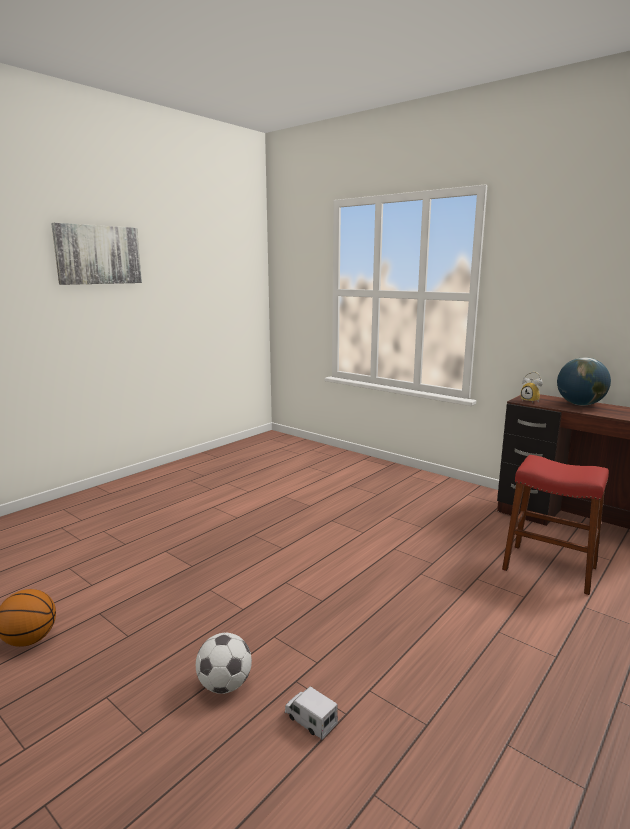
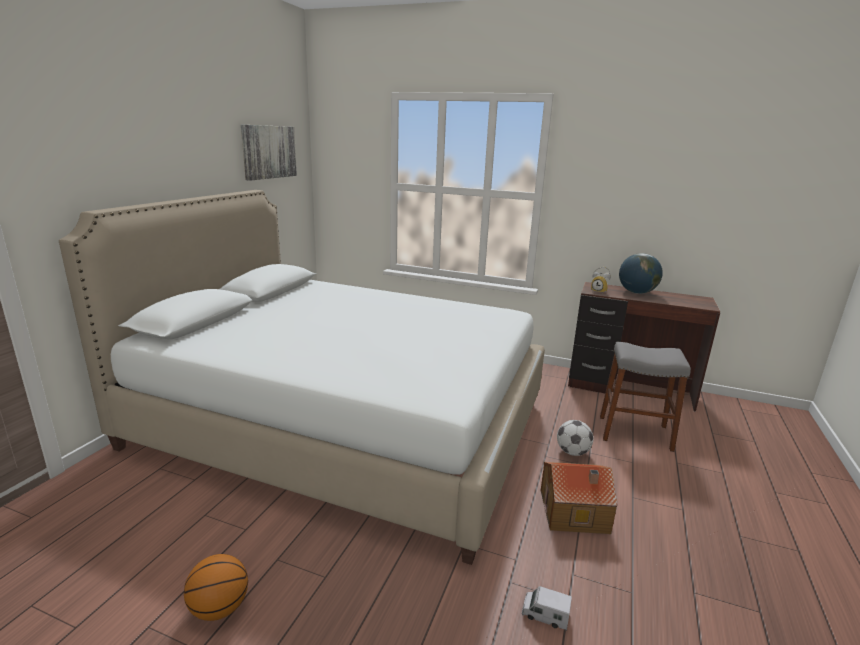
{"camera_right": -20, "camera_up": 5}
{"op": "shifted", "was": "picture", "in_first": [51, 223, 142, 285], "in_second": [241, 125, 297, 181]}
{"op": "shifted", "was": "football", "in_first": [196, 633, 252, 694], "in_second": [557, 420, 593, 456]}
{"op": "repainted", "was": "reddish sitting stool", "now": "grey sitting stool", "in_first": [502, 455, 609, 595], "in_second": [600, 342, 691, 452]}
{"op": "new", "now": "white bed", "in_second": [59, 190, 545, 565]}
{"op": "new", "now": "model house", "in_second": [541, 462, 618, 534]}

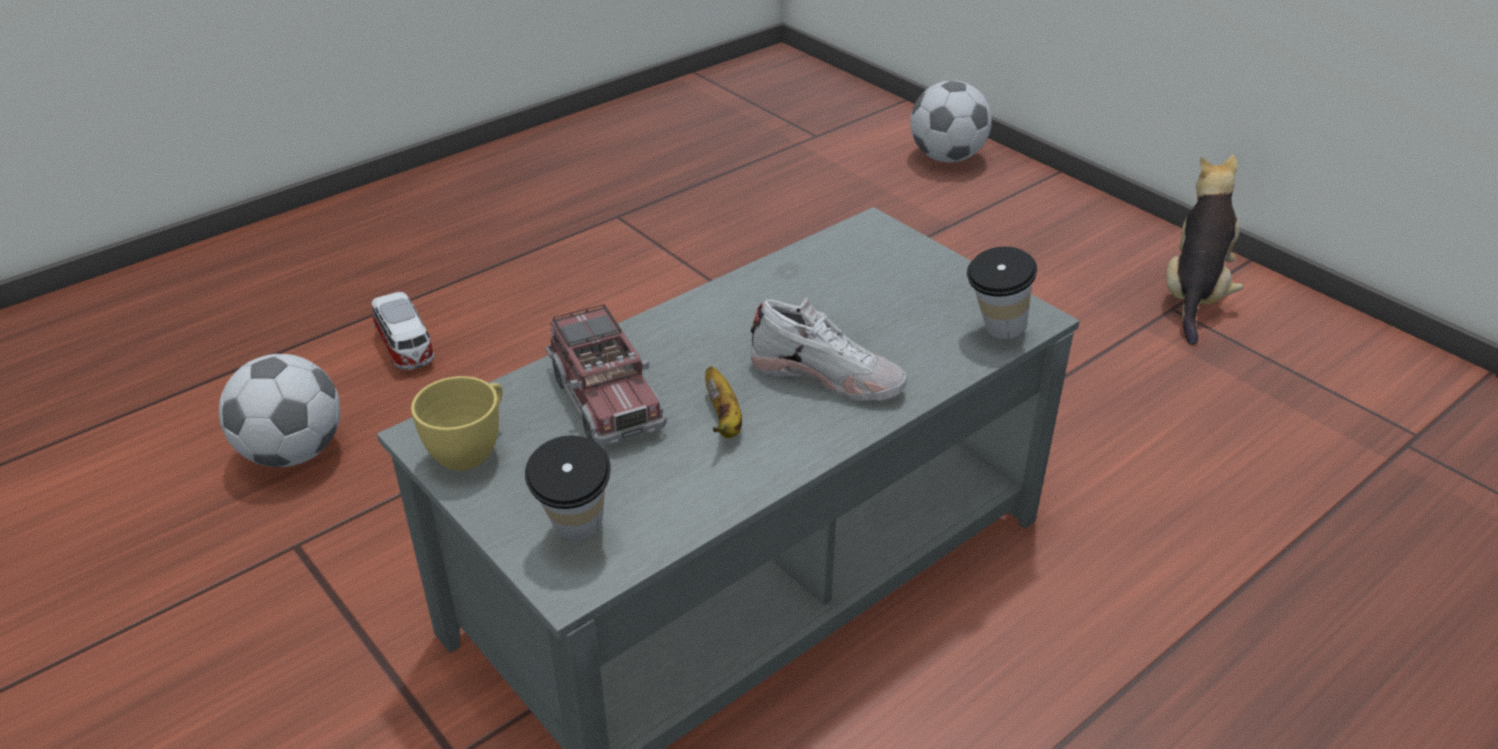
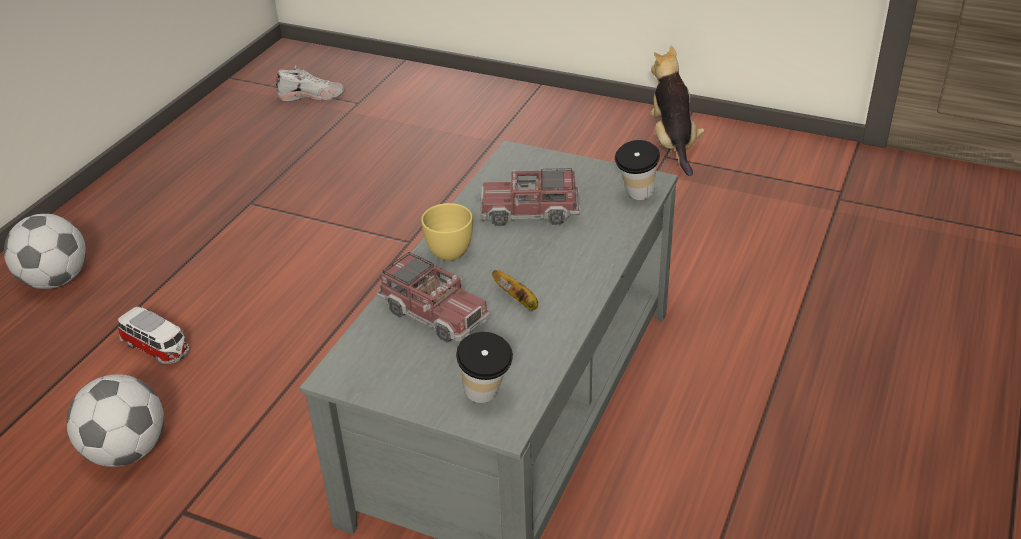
{"camera_right": -25, "camera_up": 0}
{"op": "shifted", "was": "yellowish cup", "in_first": [411, 376, 502, 471], "in_second": [421, 203, 473, 261]}
{"op": "shifted", "was": "white low shoe", "in_first": [751, 298, 907, 401], "in_second": [276, 65, 344, 101]}
{"op": "shifted", "was": "football", "in_first": [910, 80, 992, 162], "in_second": [4, 214, 86, 289]}
{"op": "new", "now": "toy truck", "in_second": [480, 168, 580, 226]}

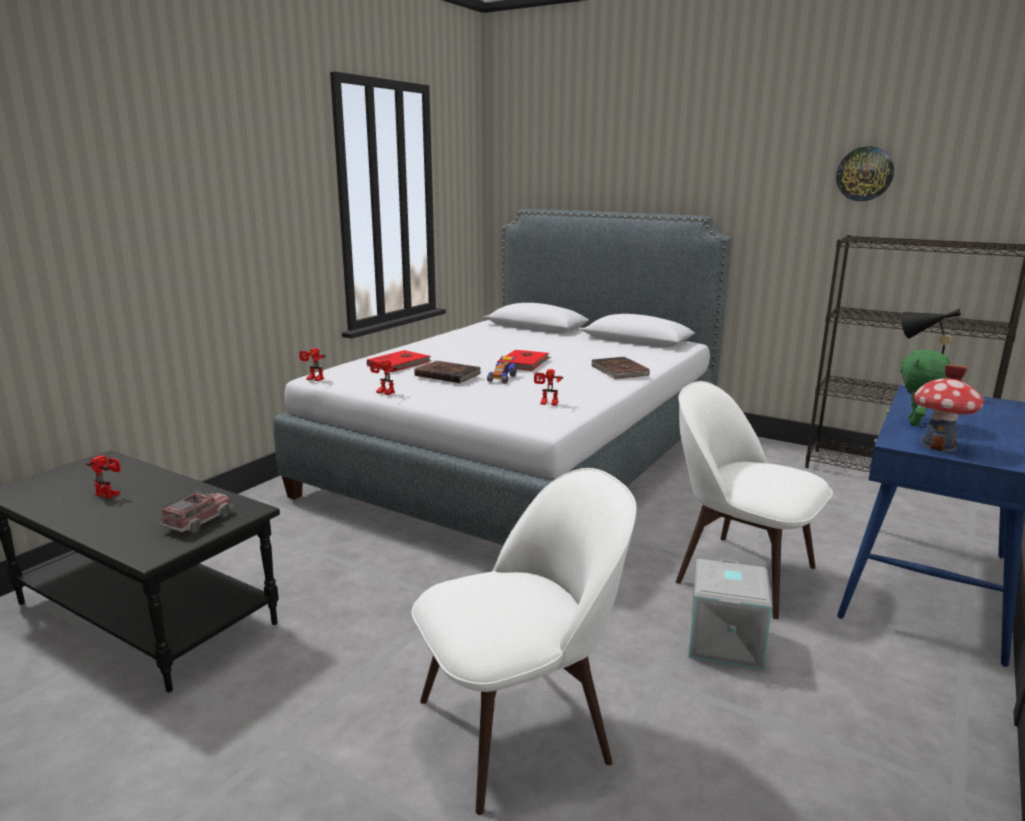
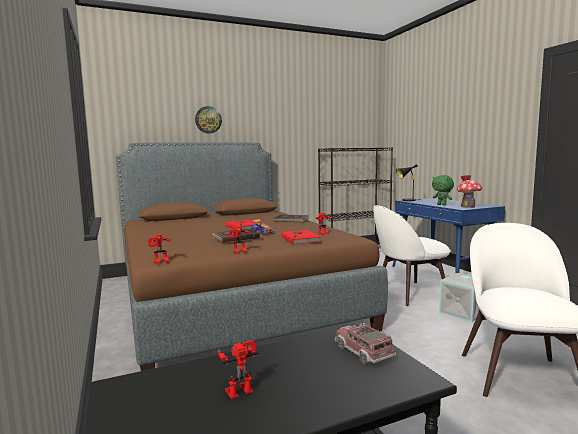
{"camera_right": -55, "camera_up": -10}
{"op": "repainted", "was": "grey bed", "now": "brownish bed", "in_first": [273, 209, 732, 545], "in_second": [116, 142, 388, 371]}
{"op": "shifted", "was": "reddish volume", "in_first": [367, 350, 433, 372], "in_second": [281, 230, 321, 244]}
{"op": "shifted", "was": "wall clock", "in_first": [836, 146, 894, 201], "in_second": [195, 106, 222, 134]}

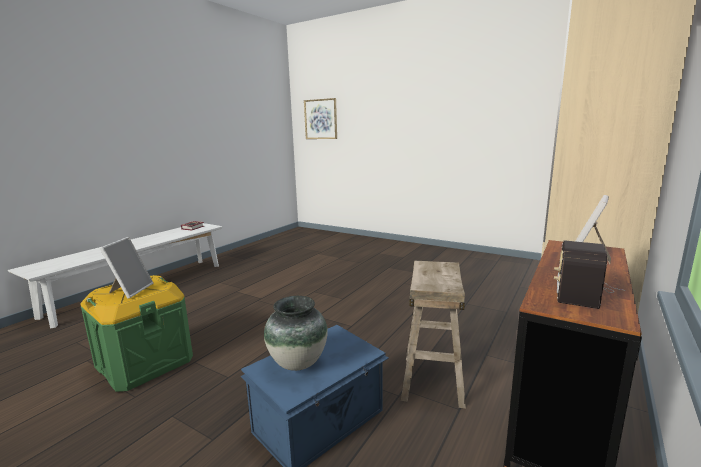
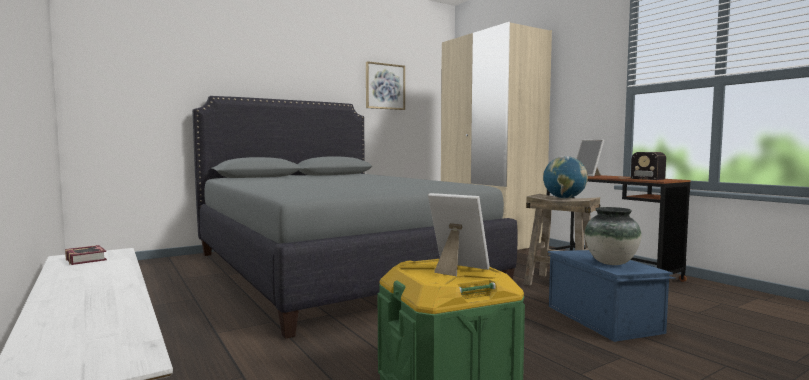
{"camera_right": -65, "camera_up": -10}
{"op": "shifted", "was": "picture", "in_first": [304, 98, 337, 139], "in_second": [366, 61, 405, 110]}
{"op": "new", "now": "grey bed", "in_second": [192, 96, 517, 339]}
{"op": "new", "now": "globe", "in_second": [543, 156, 588, 199]}

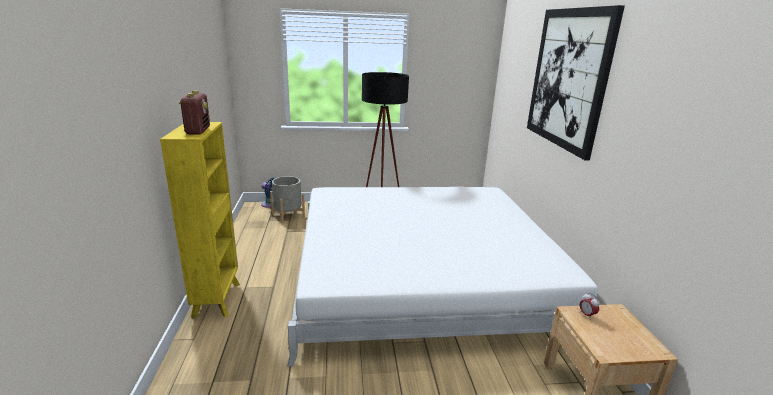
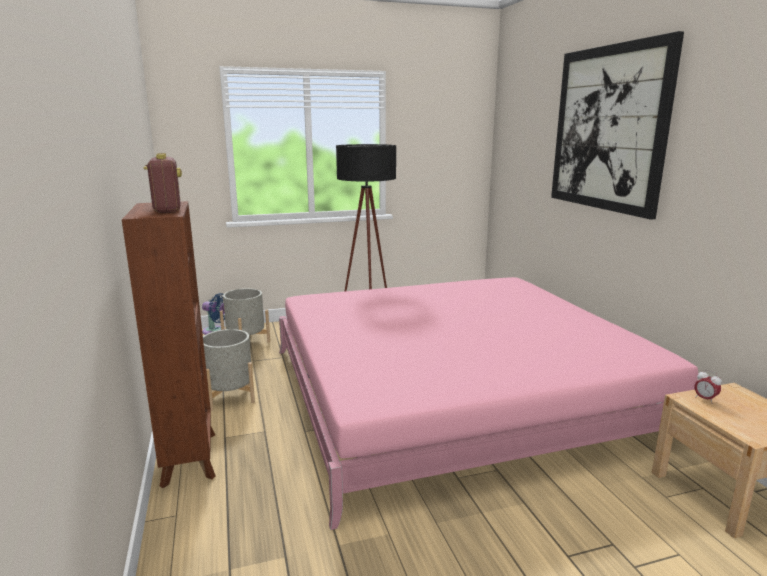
{"camera_right": -10, "camera_up": -5}
{"op": "repainted", "was": "yellowish bookshelf", "now": "brownish bookshelf", "in_first": [160, 122, 240, 318], "in_second": [122, 201, 216, 488]}
{"op": "repainted", "was": "white bed", "now": "pink bed", "in_first": [288, 187, 598, 367], "in_second": [279, 277, 698, 530]}
{"op": "new", "now": "grey plant pot", "in_second": [203, 329, 255, 411]}

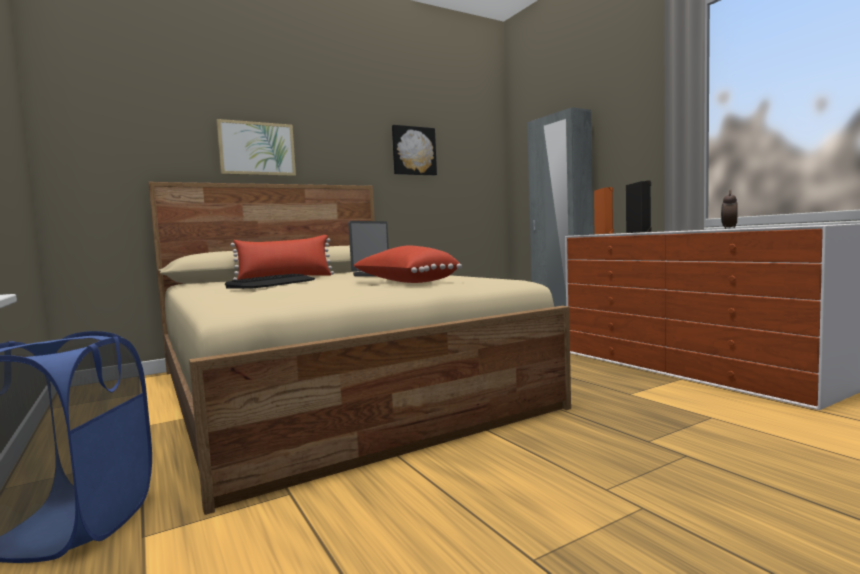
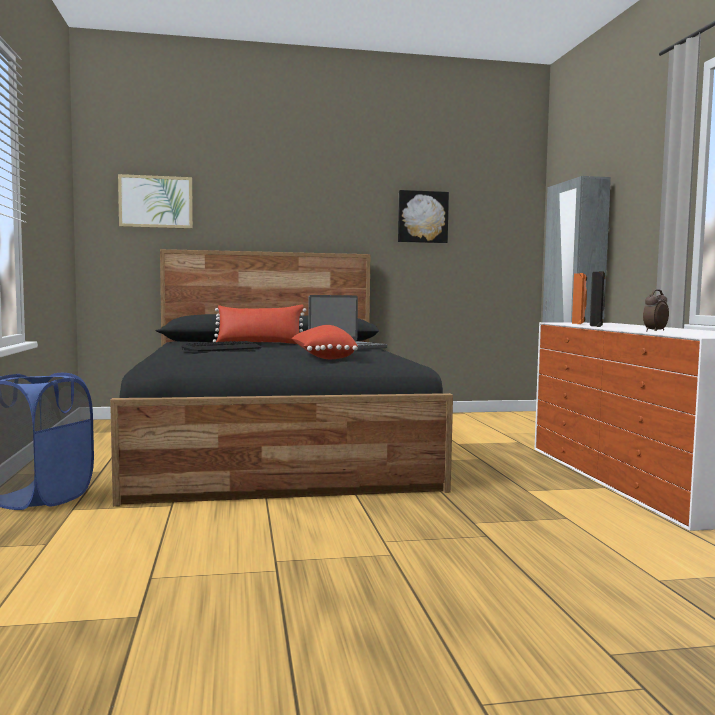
{"camera_right": 20, "camera_up": 0}
{"op": "repainted", "was": "beige bed", "now": "black bed", "in_first": [148, 182, 571, 515], "in_second": [110, 249, 453, 506]}
{"op": "shifted", "was": "picture", "in_first": [216, 119, 296, 176], "in_second": [118, 174, 193, 229]}

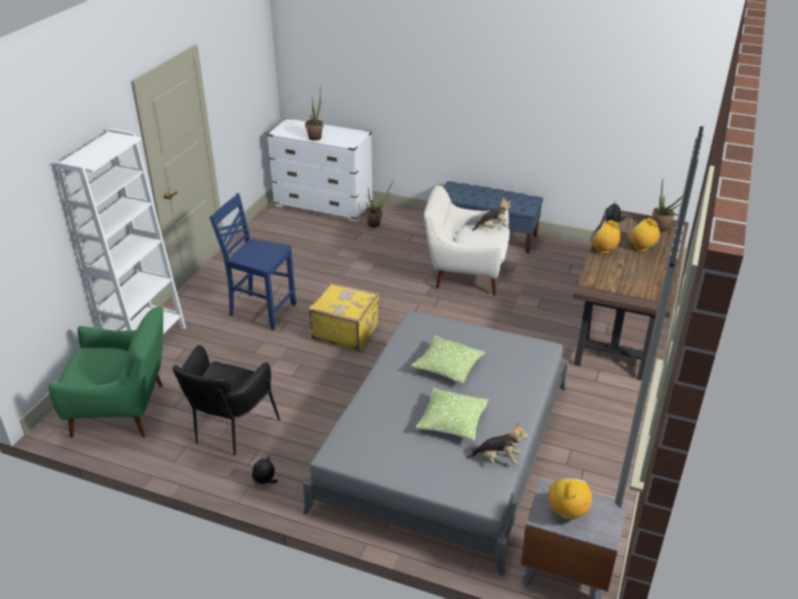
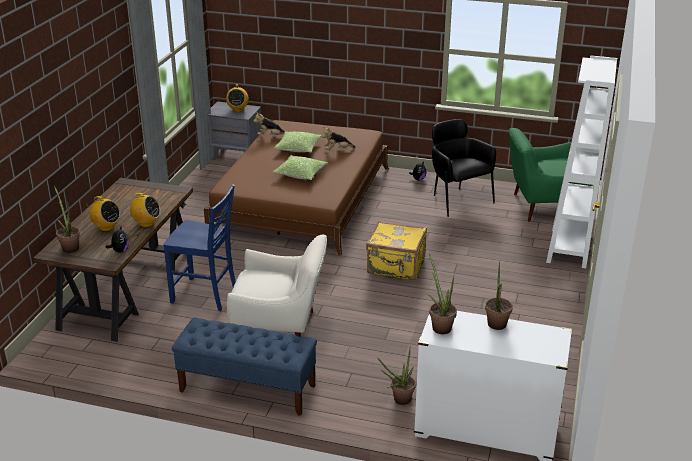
{"camera_right": 175, "camera_up": -5}
{"op": "rotated", "was": "black armchair", "in_first": [173, 345, 280, 455], "in_second": [432, 119, 496, 217], "clockwise": -45}
{"op": "shifted", "was": "bluish plain chair", "in_first": [210, 193, 296, 330], "in_second": [163, 184, 236, 311]}
{"op": "repainted", "was": "grey bed", "now": "brownish bed", "in_first": [303, 311, 568, 577], "in_second": [204, 120, 389, 256]}
{"op": "shifted", "was": "soft toy", "in_first": [472, 197, 511, 231], "in_second": [322, 127, 355, 150]}
{"op": "new", "now": "potted plant", "in_second": [427, 254, 457, 334]}

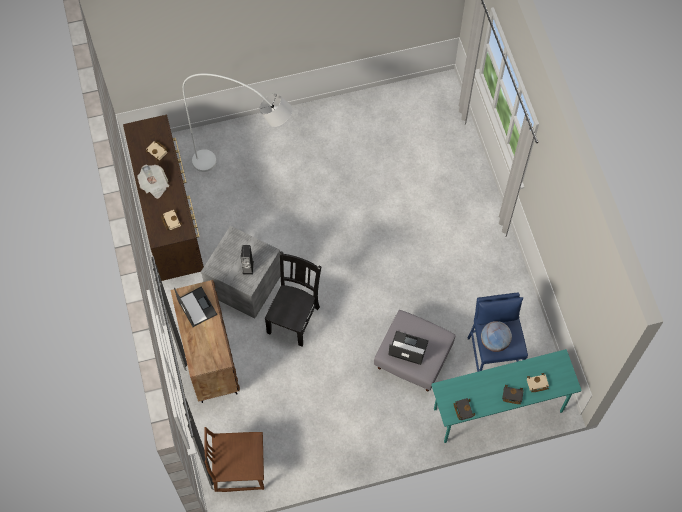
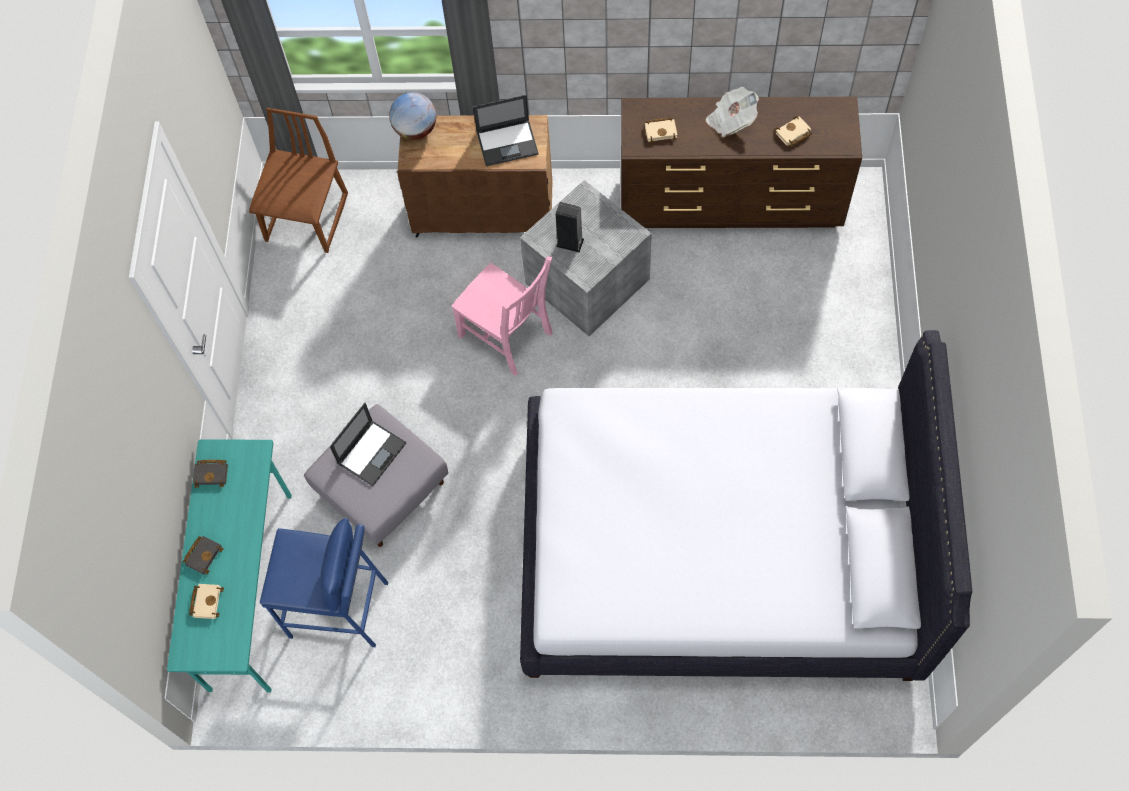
{"camera_right": 110, "camera_up": 0}
{"op": "gone", "was": "white standard lamp", "in_first": [183, 73, 293, 172]}
{"op": "repainted", "was": "black plain chair", "now": "pink plain chair", "in_first": [265, 251, 321, 347], "in_second": [451, 256, 553, 376]}
{"op": "shifted", "was": "globe", "in_first": [481, 321, 512, 352], "in_second": [389, 92, 436, 140]}
{"op": "new", "now": "white bed", "in_second": [520, 330, 972, 681]}

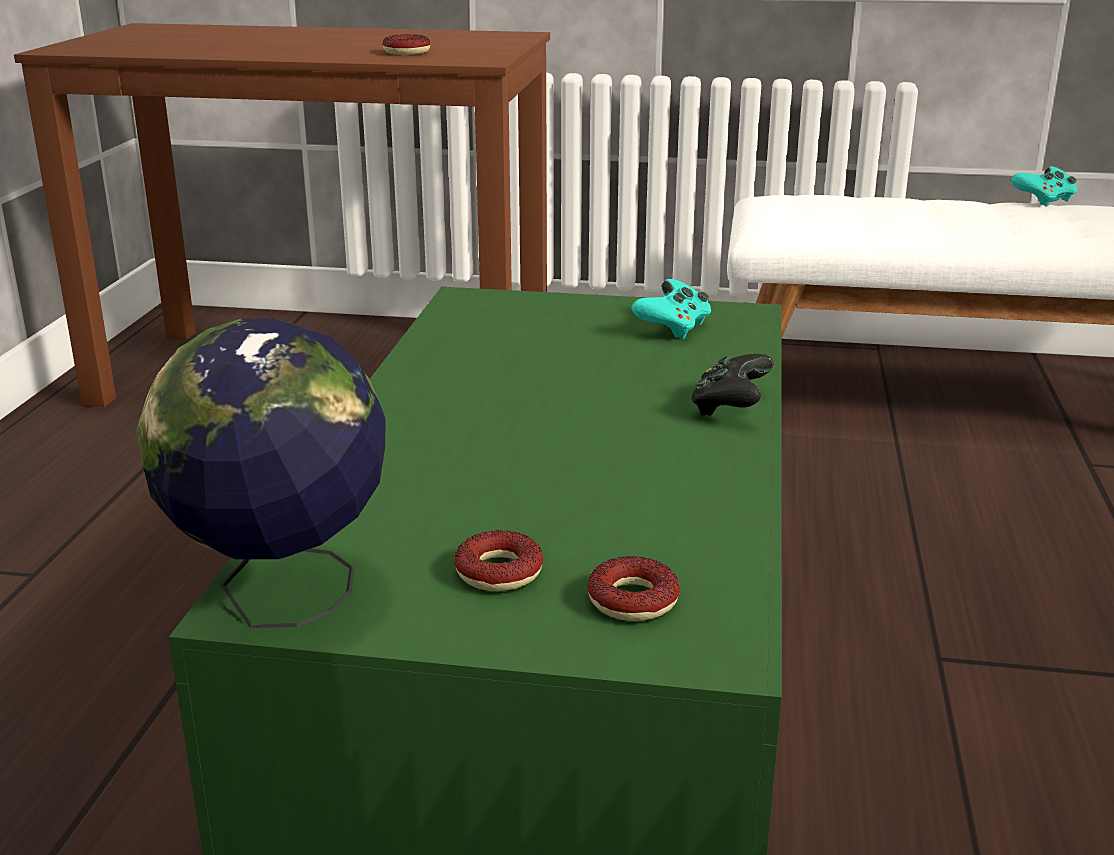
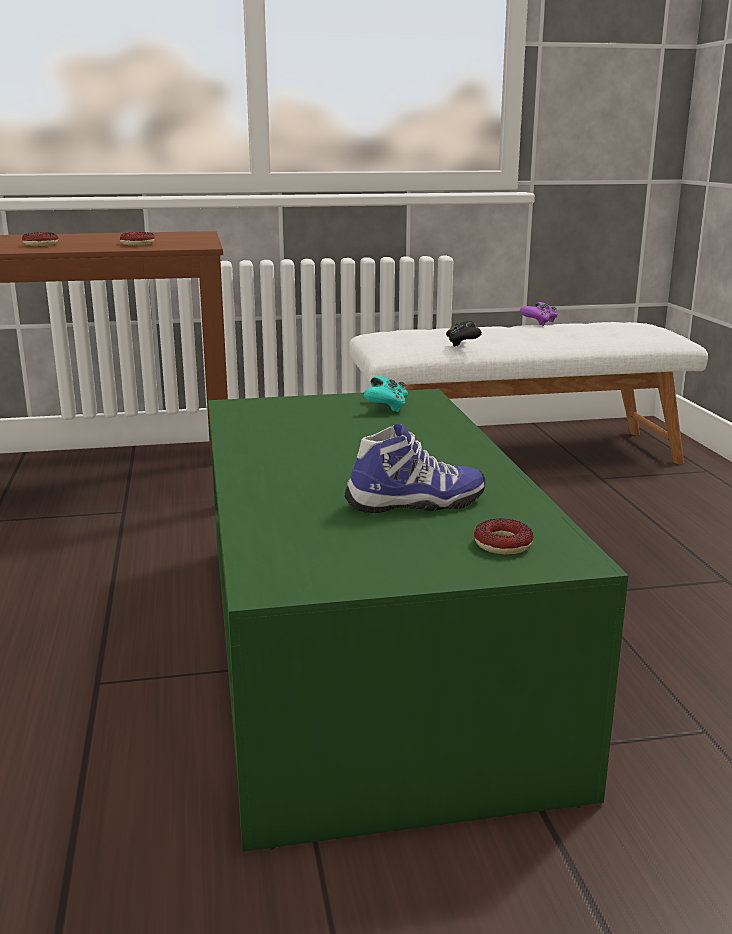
{"camera_right": -20, "camera_up": -5}
{"op": "gone", "was": "globe", "in_first": [136, 318, 385, 628]}
{"op": "shifted", "was": "doughnut", "in_first": [454, 530, 543, 591], "in_second": [22, 232, 58, 246]}
{"op": "shifted", "was": "black gamepad", "in_first": [692, 354, 774, 416], "in_second": [446, 321, 482, 347]}
{"op": "repainted", "was": "blue-green gamepad", "now": "purple-coloured gamepad", "in_first": [1011, 166, 1077, 207], "in_second": [520, 302, 558, 326]}
{"op": "new", "now": "low shoe", "in_second": [345, 424, 485, 513]}

